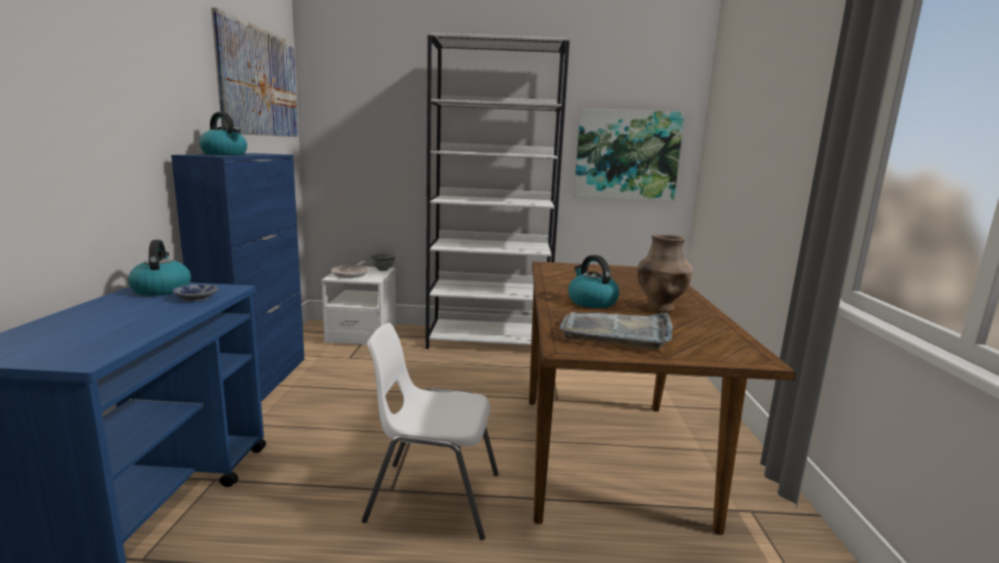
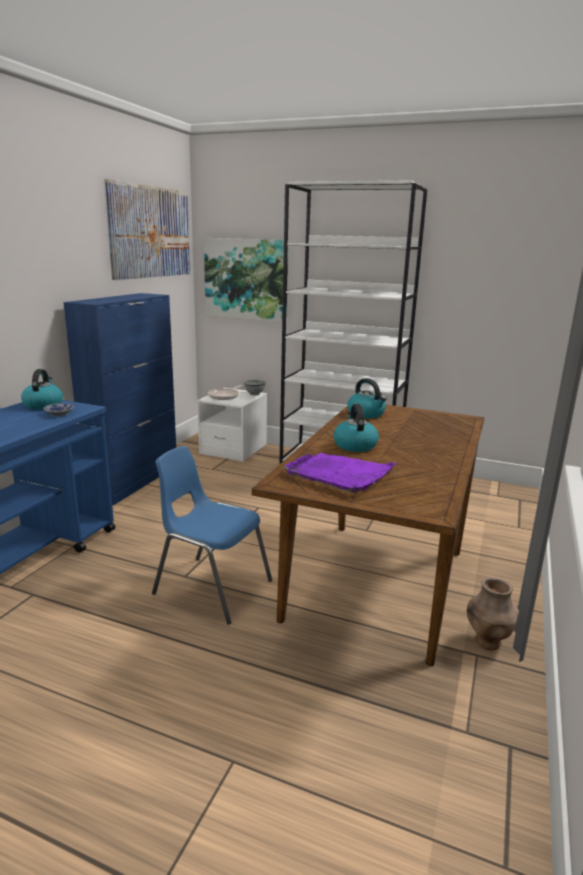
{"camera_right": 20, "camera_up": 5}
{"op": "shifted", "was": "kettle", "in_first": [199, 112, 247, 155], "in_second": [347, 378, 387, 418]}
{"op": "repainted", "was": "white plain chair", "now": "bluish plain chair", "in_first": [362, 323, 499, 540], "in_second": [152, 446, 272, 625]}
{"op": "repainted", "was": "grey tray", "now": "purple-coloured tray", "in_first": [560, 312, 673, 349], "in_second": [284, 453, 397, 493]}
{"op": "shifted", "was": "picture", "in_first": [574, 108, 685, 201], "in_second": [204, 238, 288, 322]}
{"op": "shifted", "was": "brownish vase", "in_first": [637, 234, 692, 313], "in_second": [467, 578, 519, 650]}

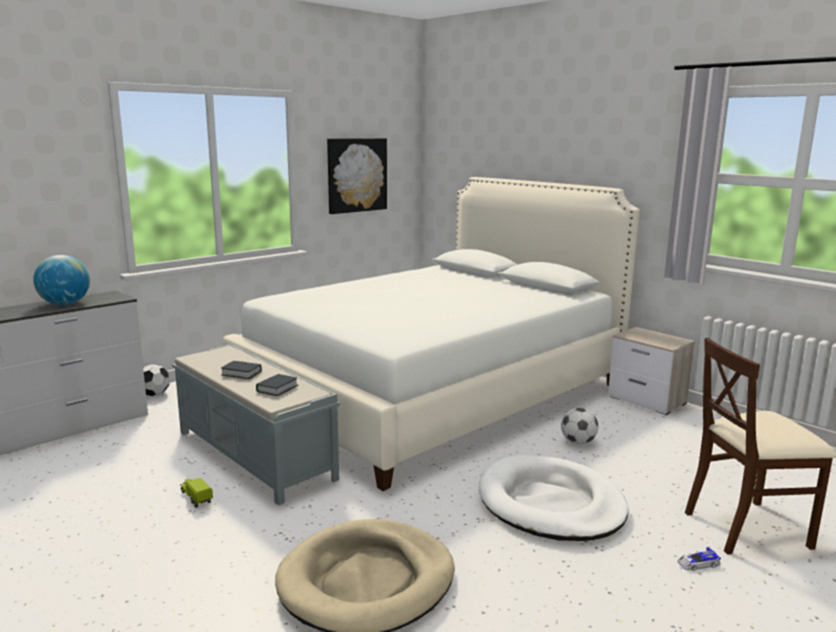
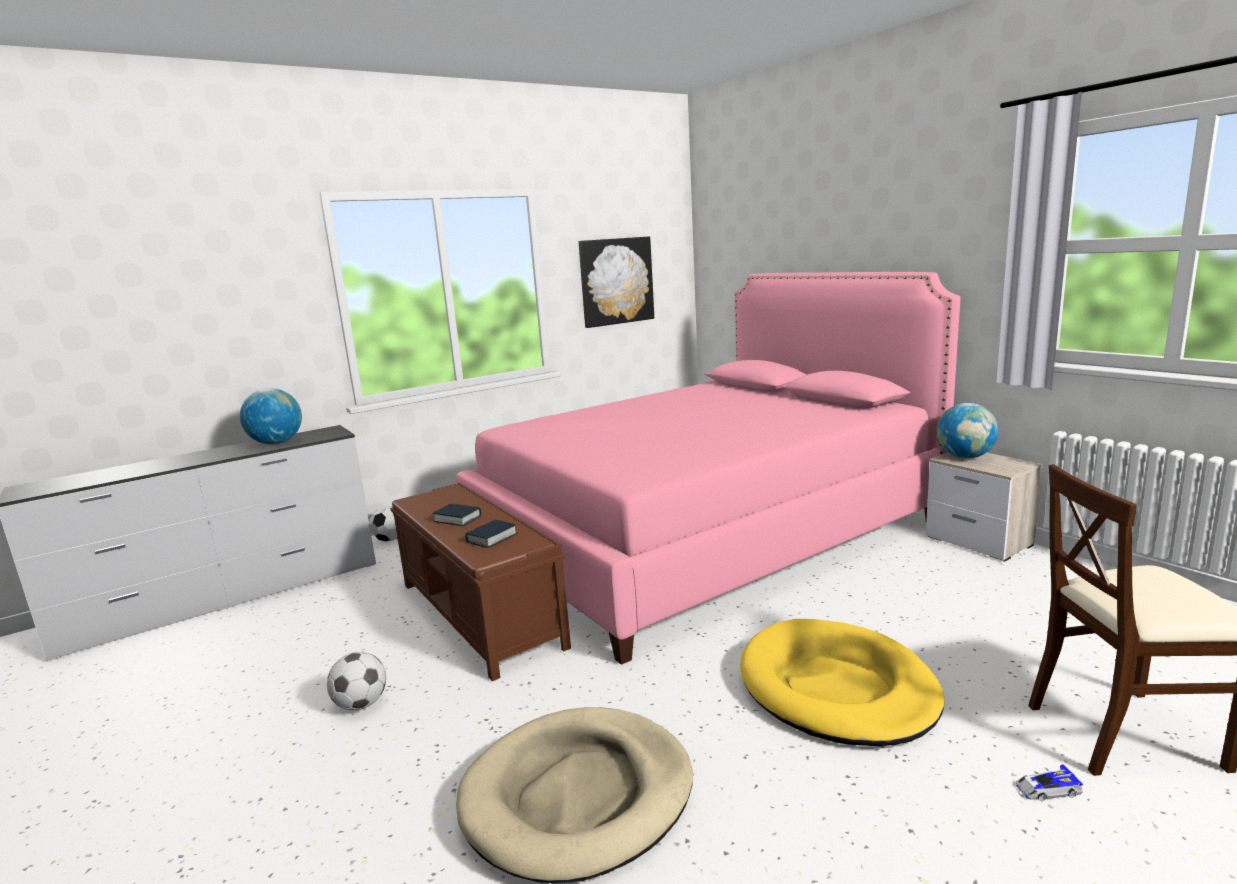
{"camera_right": 10, "camera_up": 0}
{"op": "repainted", "was": "grey indoor bench", "now": "brownish indoor bench", "in_first": [172, 344, 340, 505], "in_second": [390, 483, 571, 681]}
{"op": "gone", "was": "toy truck", "in_first": [180, 478, 213, 507]}
{"op": "repainted", "was": "white bed", "now": "pink bed", "in_first": [223, 177, 640, 491], "in_second": [456, 272, 960, 665]}
{"op": "repainted", "was": "white dog cushion", "now": "yellowish dog cushion", "in_first": [479, 455, 629, 541], "in_second": [740, 619, 945, 746]}
{"op": "shifted", "was": "football", "in_first": [561, 408, 598, 444], "in_second": [327, 652, 386, 710]}
{"op": "new", "now": "globe", "in_second": [937, 403, 999, 458]}

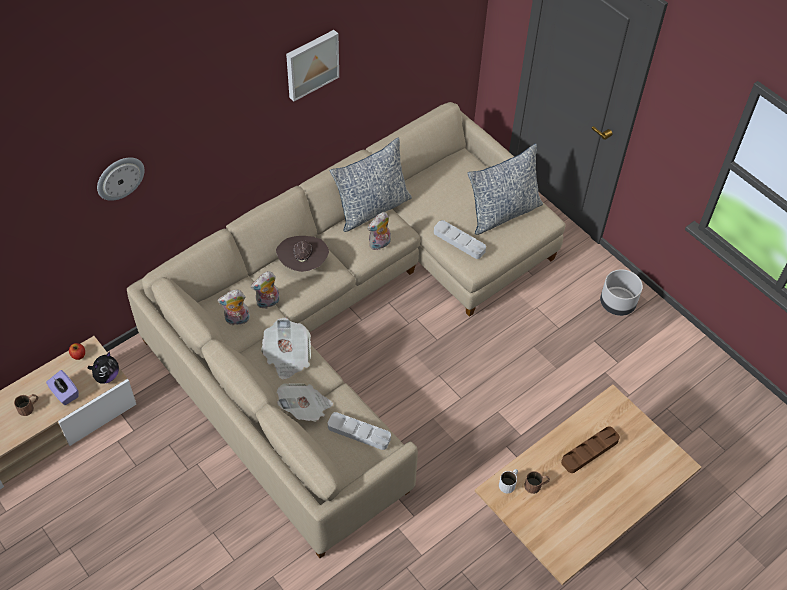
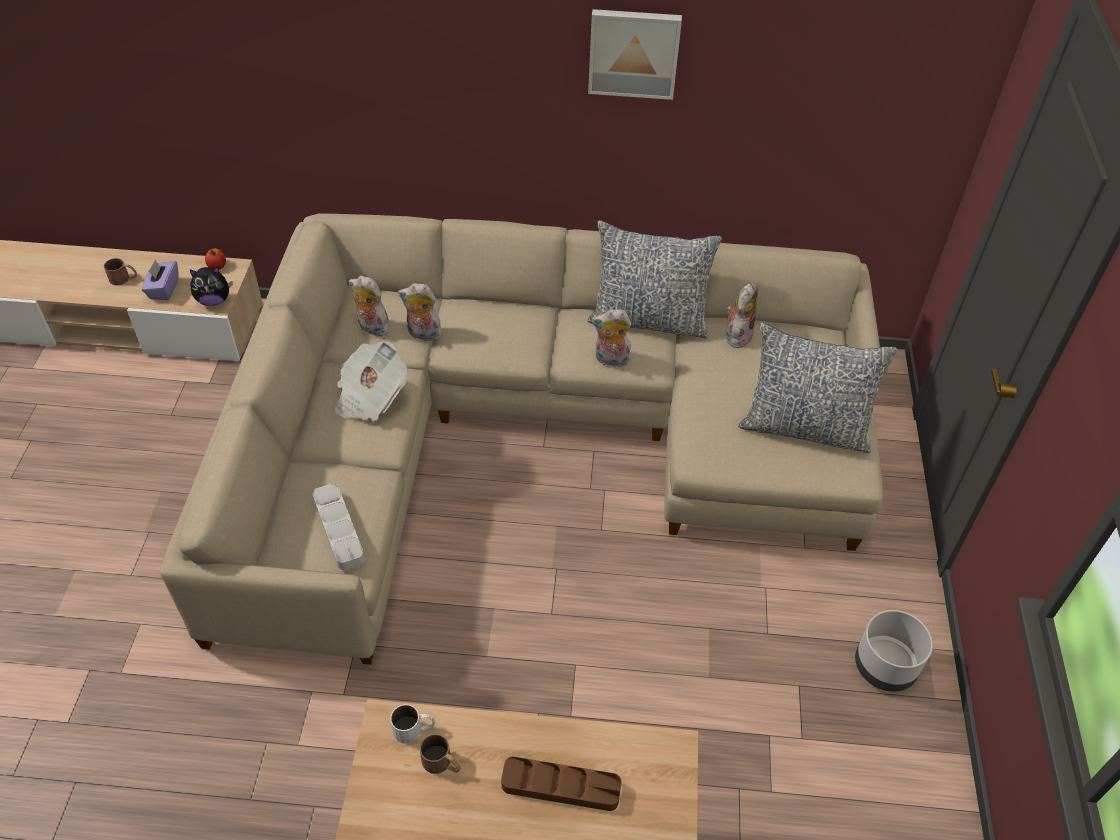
{"camera_right": 45, "camera_up": -5}
{"op": "gone", "was": "wall clock", "in_first": [97, 157, 145, 201]}
{"op": "gone", "was": "brownish wearable hat", "in_first": [276, 236, 329, 272]}
{"op": "gone", "was": "printed paper", "in_first": [277, 383, 333, 422]}
{"op": "gone", "was": "grey tray", "in_first": [434, 220, 486, 259]}
{"op": "new", "now": "soft toy", "in_second": [726, 283, 758, 348]}

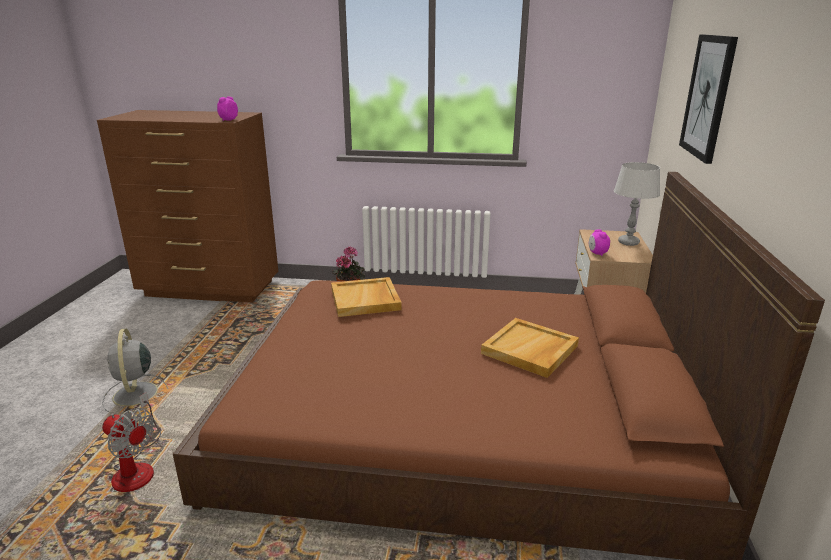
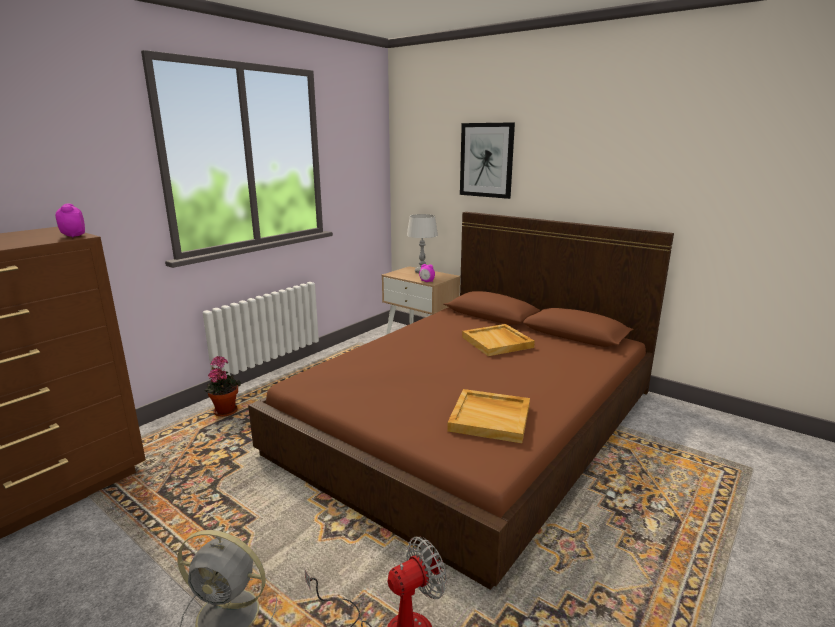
{"camera_right": -60, "camera_up": -5}
{"op": "shifted", "was": "beige tray", "in_first": [331, 277, 402, 317], "in_second": [447, 389, 530, 443]}

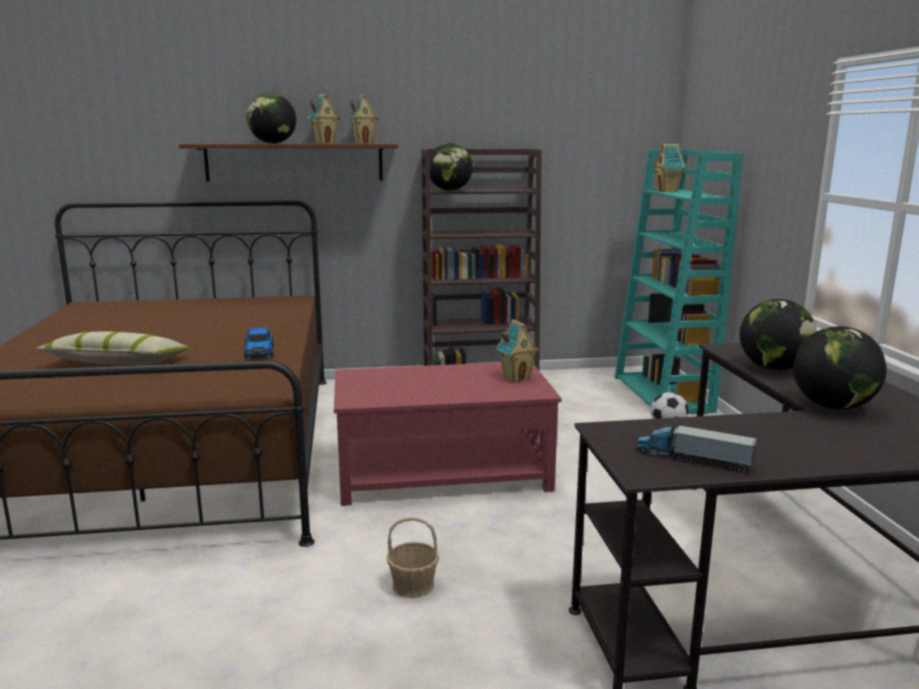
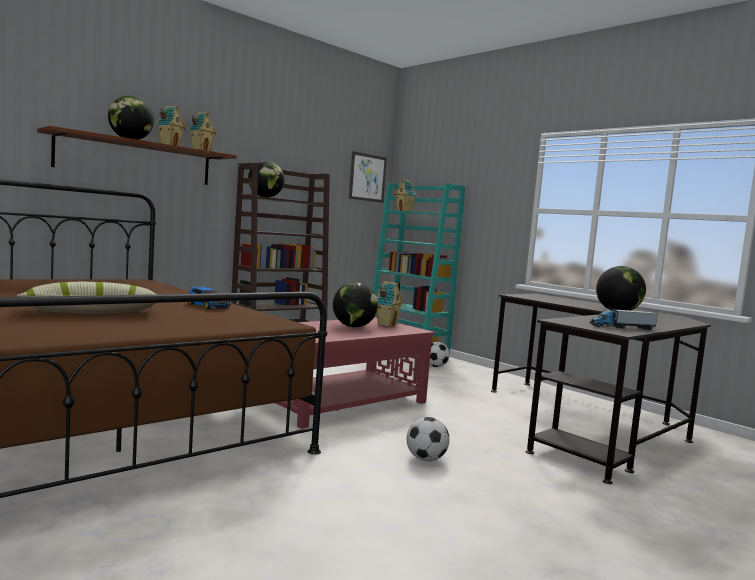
{"camera_right": -35, "camera_up": -10}
{"op": "swapped", "was": "storage basket", "now": "football", "in_first": [387, 517, 439, 598], "in_second": [407, 417, 450, 461]}
{"op": "shifted", "was": "globe", "in_first": [740, 299, 817, 370], "in_second": [333, 282, 378, 327]}
{"op": "new", "now": "picture", "in_second": [349, 151, 387, 203]}

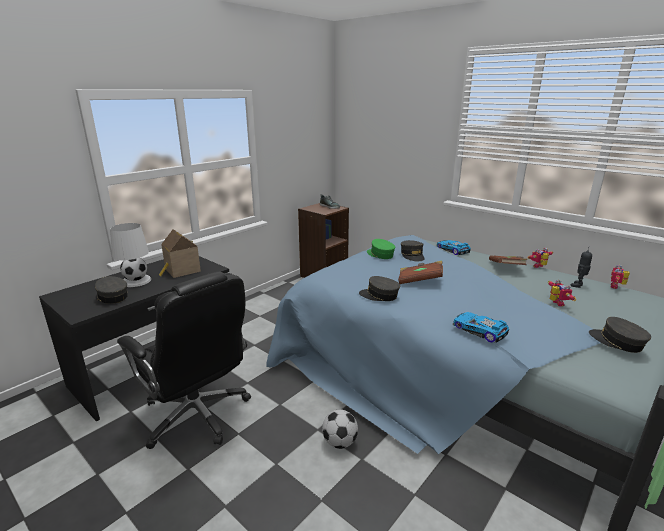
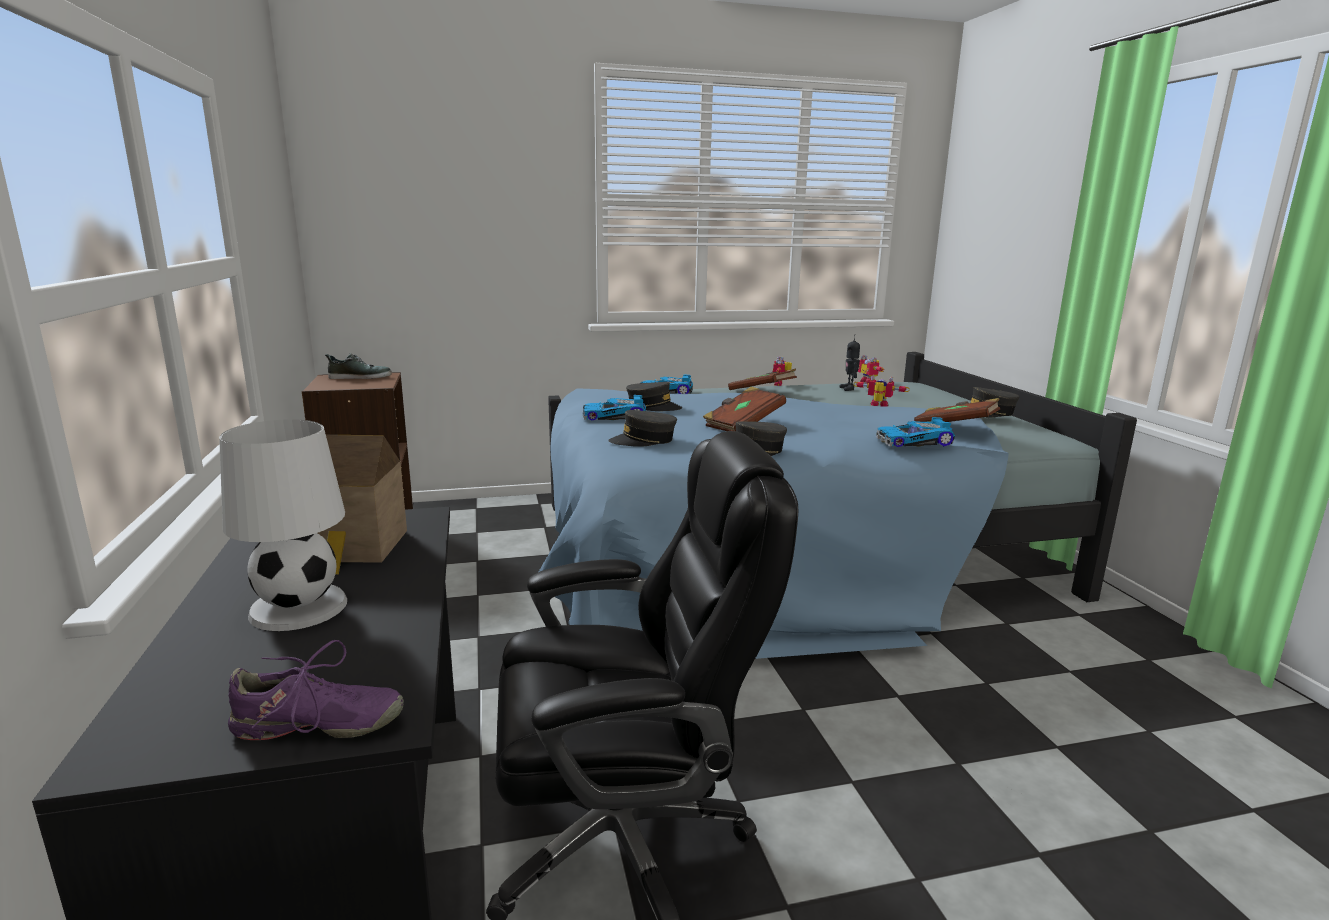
{"camera_right": -55, "camera_up": -5}
{"op": "shifted", "was": "grey peaked cap", "in_first": [95, 276, 128, 304], "in_second": [608, 410, 677, 447]}
{"op": "gone", "was": "football", "in_first": [322, 409, 358, 449]}
{"op": "swapped", "was": "green-coloured peaked cap", "now": "toy car", "in_first": [367, 239, 395, 259], "in_second": [583, 395, 646, 420]}
{"op": "new", "now": "purple-coloured low shoe", "in_second": [228, 640, 404, 740]}
{"op": "new", "now": "brownish volume", "in_second": [914, 398, 1000, 422]}

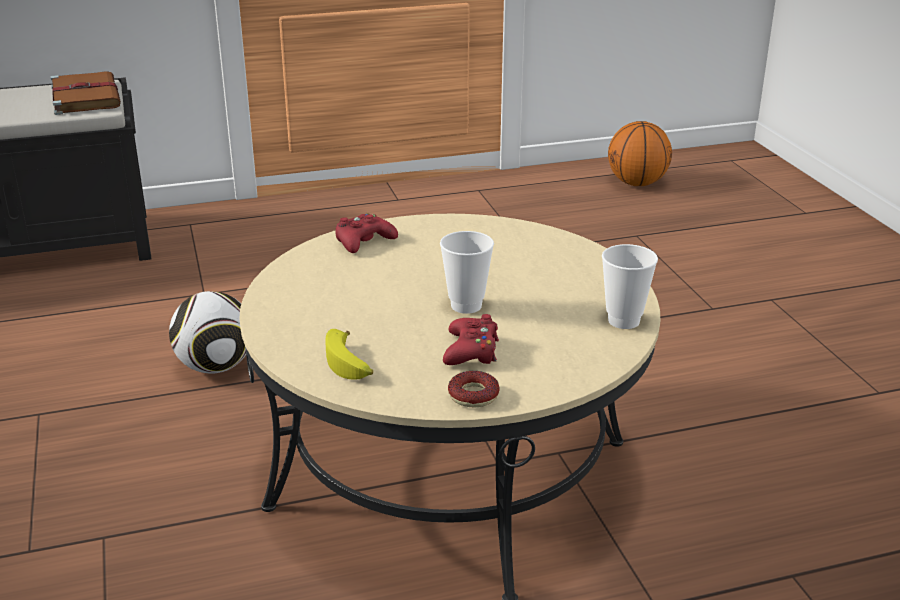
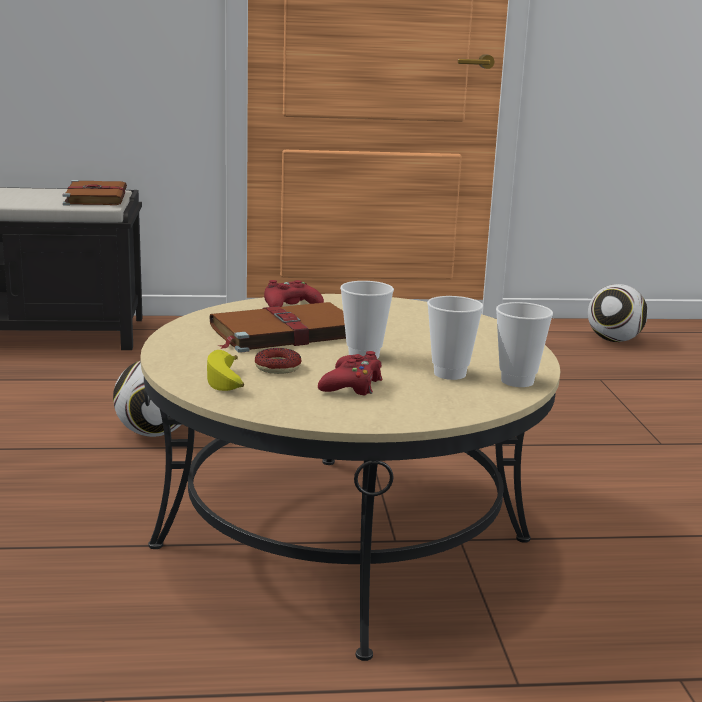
{"camera_right": 10, "camera_up": -10}
{"op": "shifted", "was": "doughnut", "in_first": [448, 371, 500, 407], "in_second": [255, 348, 301, 374]}
{"op": "swapped", "was": "ball for basketball", "now": "football", "in_first": [608, 121, 672, 186], "in_second": [588, 284, 648, 342]}
{"op": "new", "now": "brownish volume", "in_second": [209, 302, 346, 353]}
{"op": "new", "now": "cup", "in_second": [427, 296, 483, 380]}

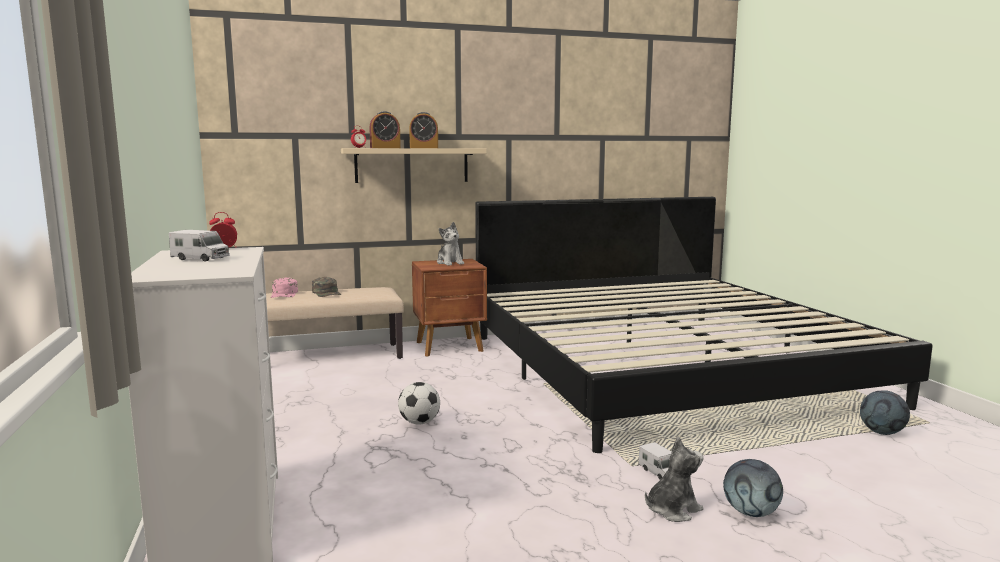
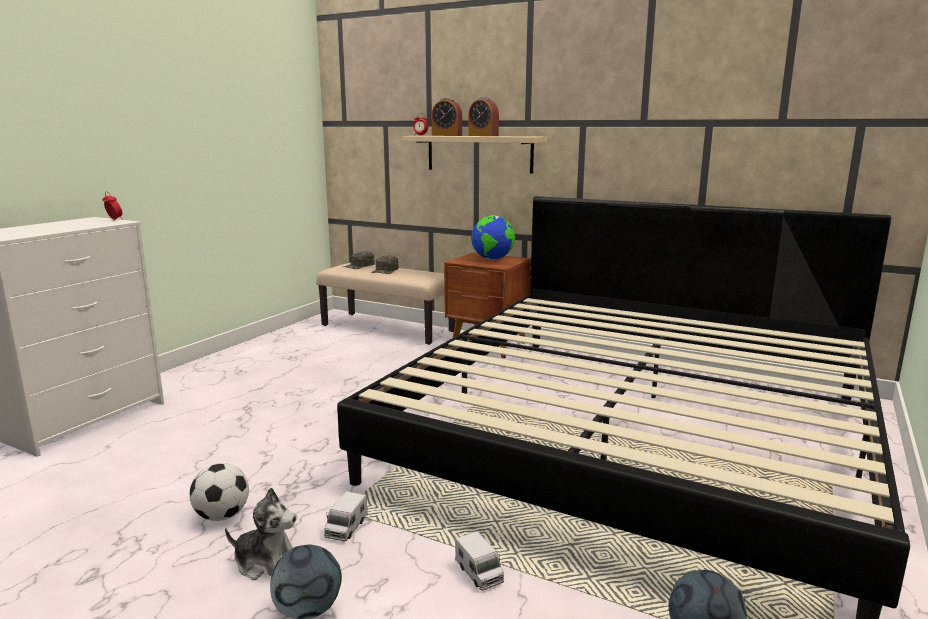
{"camera_right": 45, "camera_up": 5}
{"op": "shifted", "was": "toy truck", "in_first": [169, 230, 230, 262], "in_second": [455, 531, 504, 590]}
{"op": "repainted", "was": "pink peaked cap", "now": "green-coloured peaked cap", "in_first": [271, 278, 298, 298], "in_second": [344, 251, 375, 269]}
{"op": "shifted", "was": "football", "in_first": [398, 382, 440, 424], "in_second": [189, 463, 249, 521]}
{"op": "swapped", "was": "soft toy", "now": "globe", "in_first": [437, 222, 464, 266], "in_second": [471, 216, 515, 260]}

